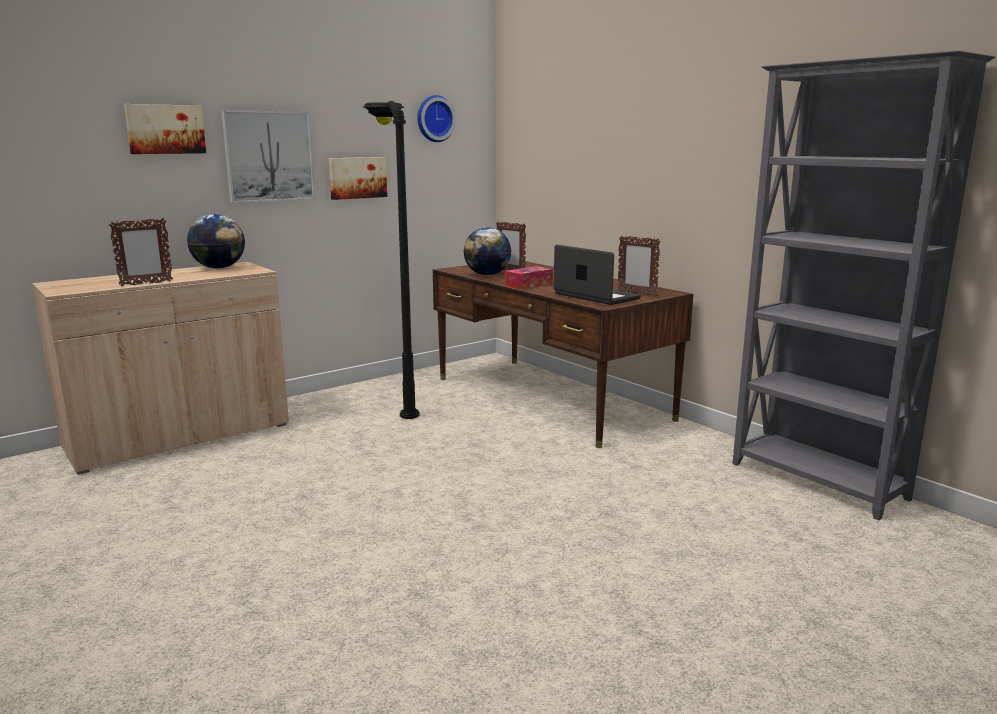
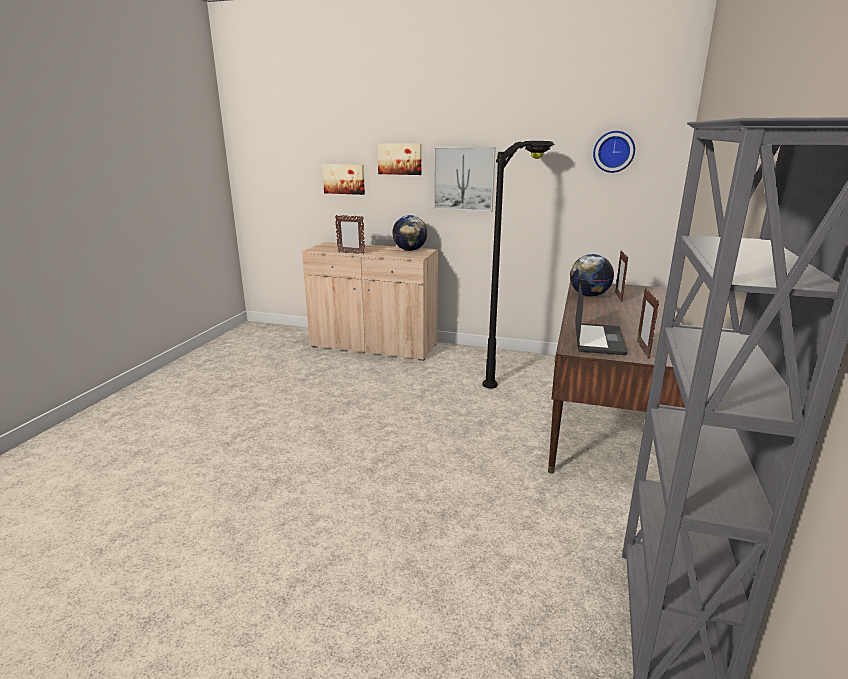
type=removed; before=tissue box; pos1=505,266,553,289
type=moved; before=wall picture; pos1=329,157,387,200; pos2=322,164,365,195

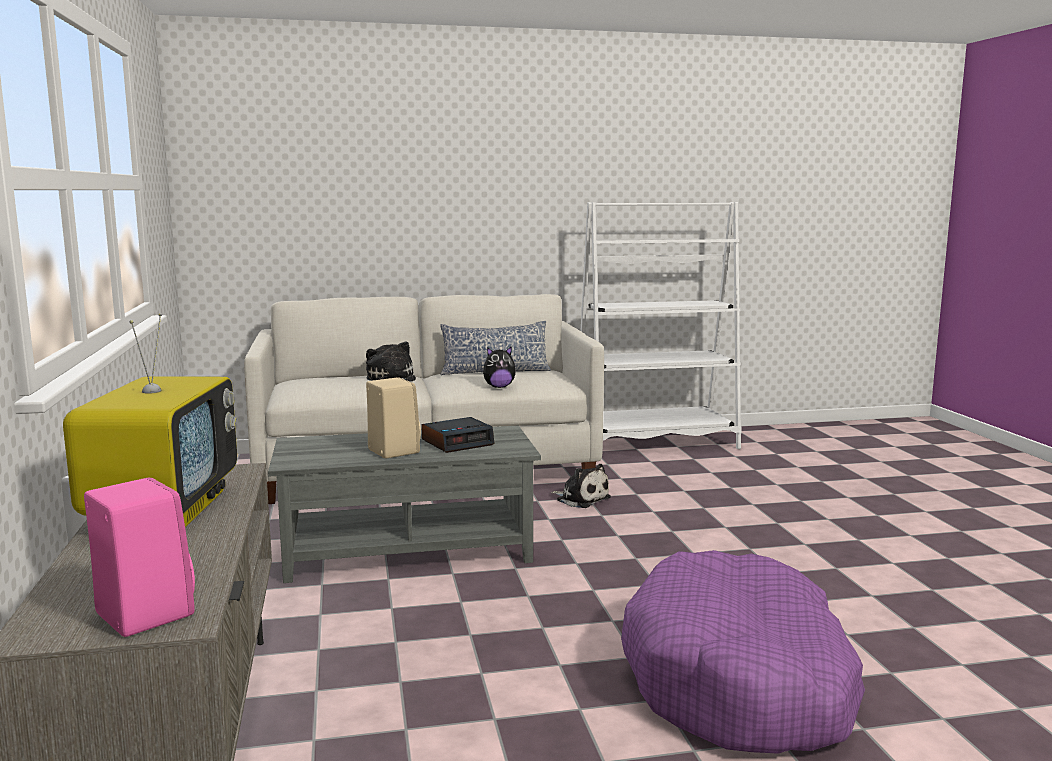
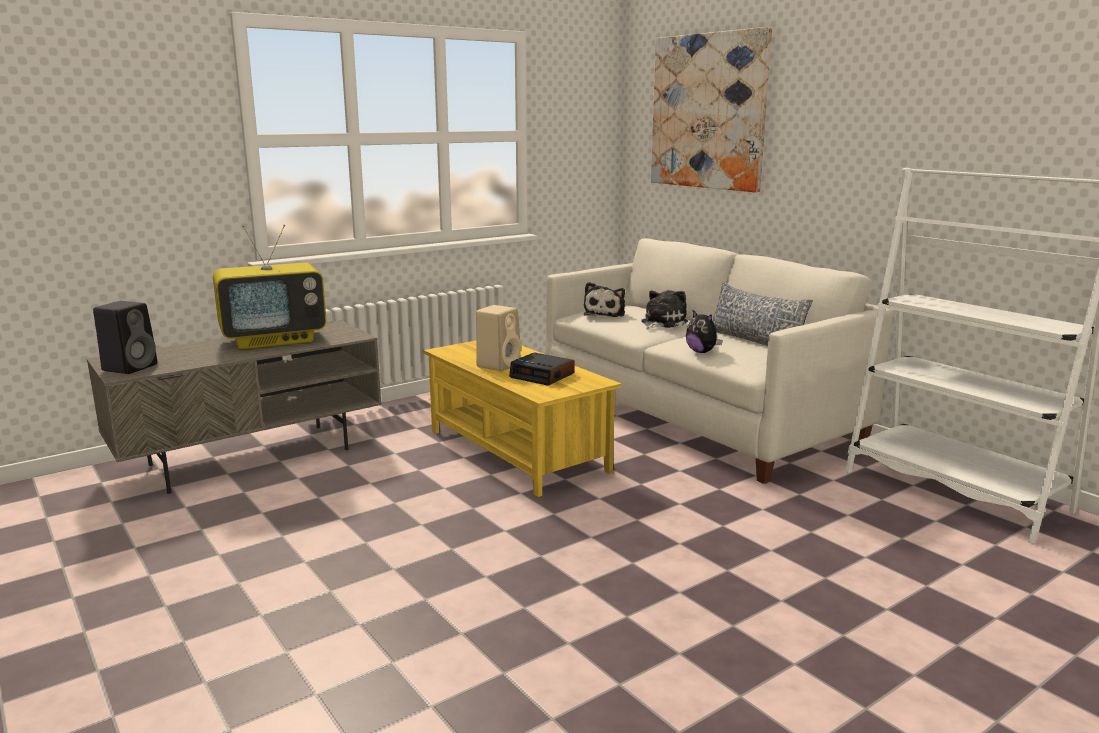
type=removed; before=dog bed (purplish); pos1=621,550,865,754
type=added; after=wall picture; pos2=651,27,772,192
type=moved; before=cuddly toy; pos1=551,464,611,508; pos2=584,282,625,317
type=recoloured; before=loudspeaker (pinkish); after=loudspeaker (black); pos1=84,478,195,637; pos2=93,301,157,374
type=recoloured; before=lounge table (gray); after=lounge table (yellowish); pos1=268,426,541,583; pos2=424,341,621,497

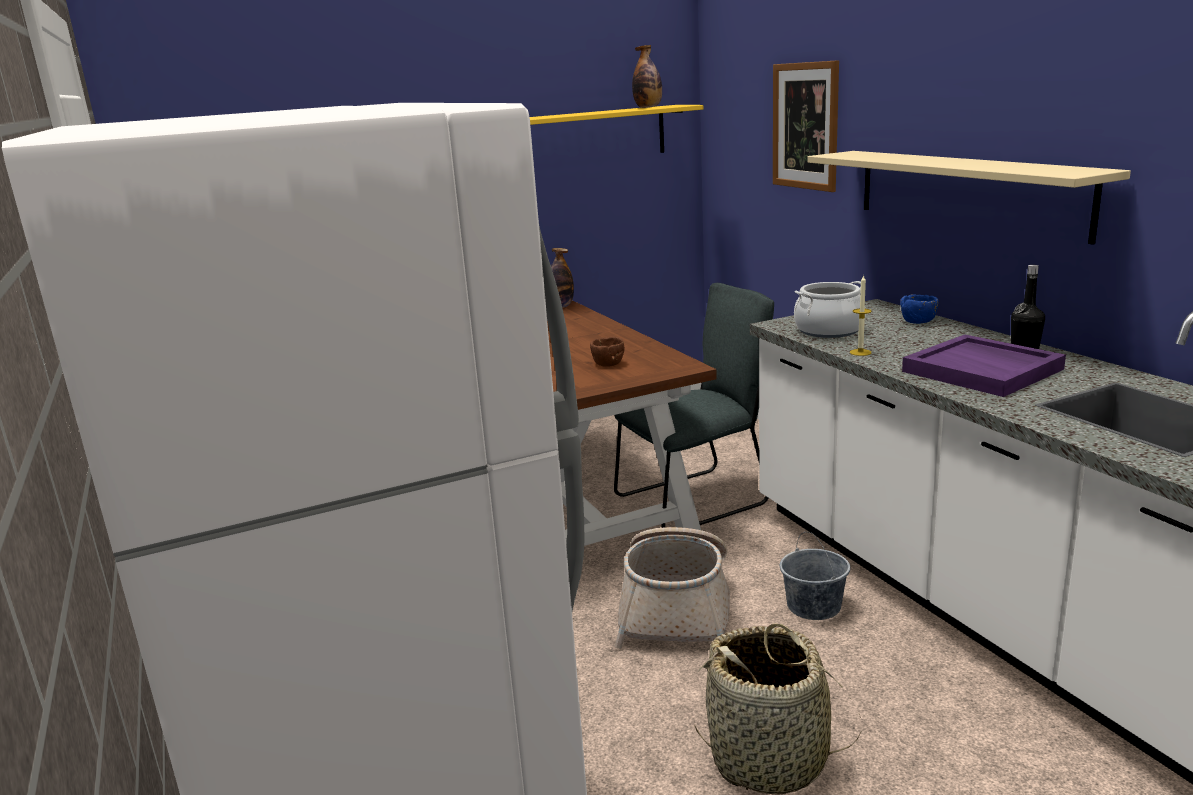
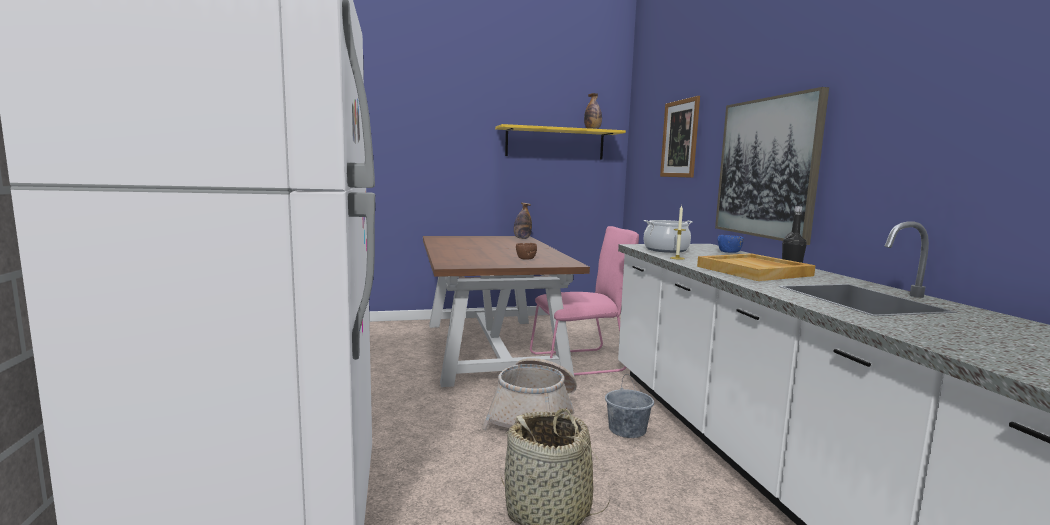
type=replaced; before=wall shelf (beige); after=wall picture; pos1=807,151,1131,245; pos2=715,87,829,245
type=recoloured; before=chair (gray); after=chair (pinkish); pos1=614,283,774,528; pos2=530,226,639,376
type=recoloured; before=carrying tray (purplish); after=carrying tray (beige); pos1=902,335,1066,397; pos2=697,253,816,281

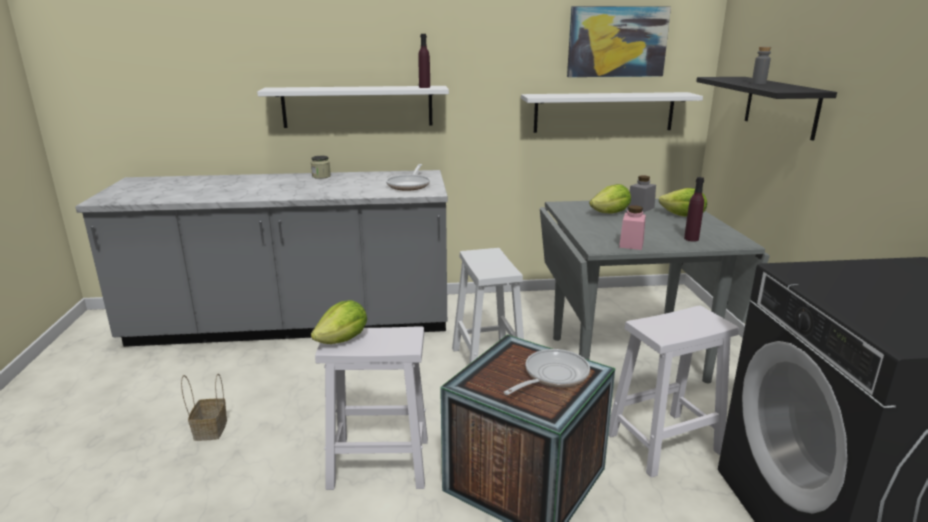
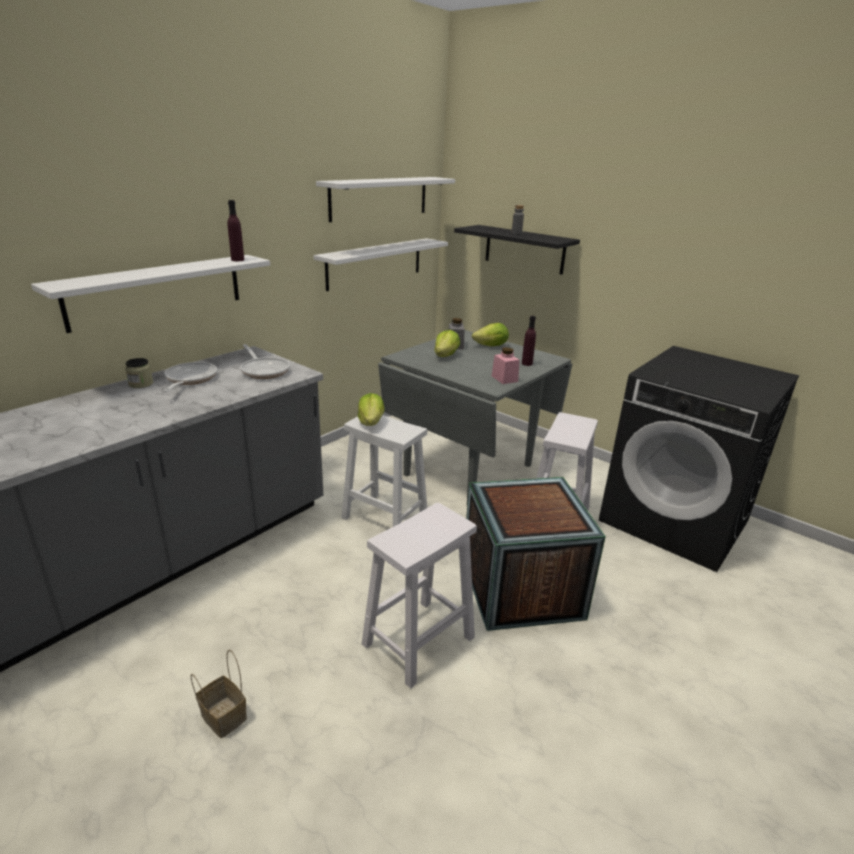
type=moved; before=lettuce head; pos1=311,300,367,344; pos2=358,393,385,426
type=moved; before=pan; pos1=504,349,590,395; pos2=163,362,217,392
type=replaced; before=wall picture; after=wall shelf (white-coloured); pos1=567,6,671,77; pos2=316,177,455,222

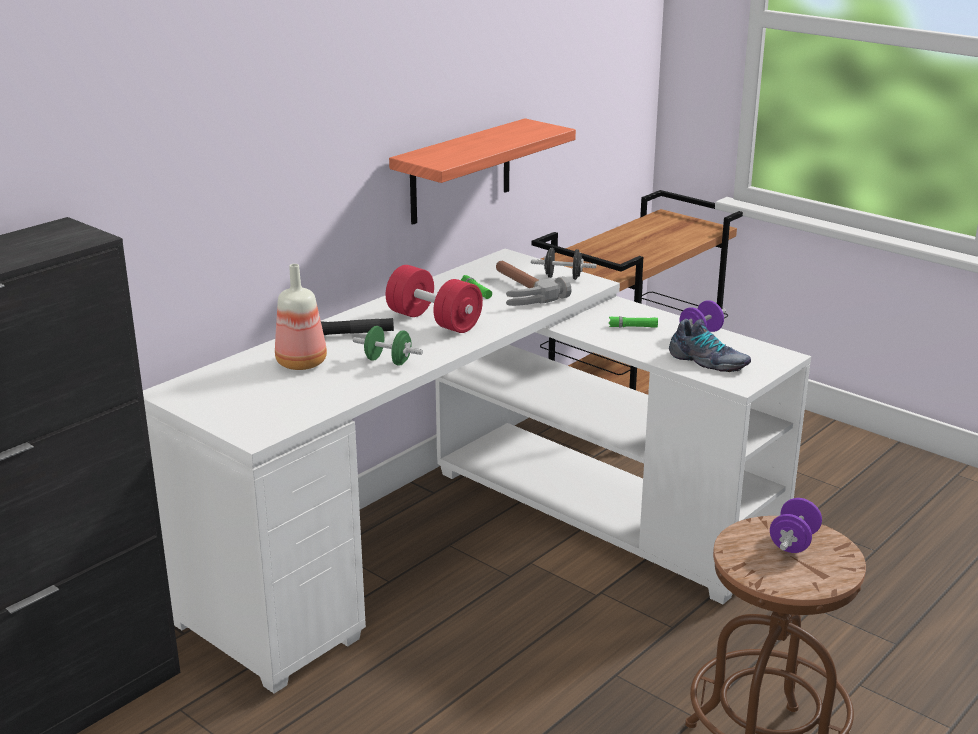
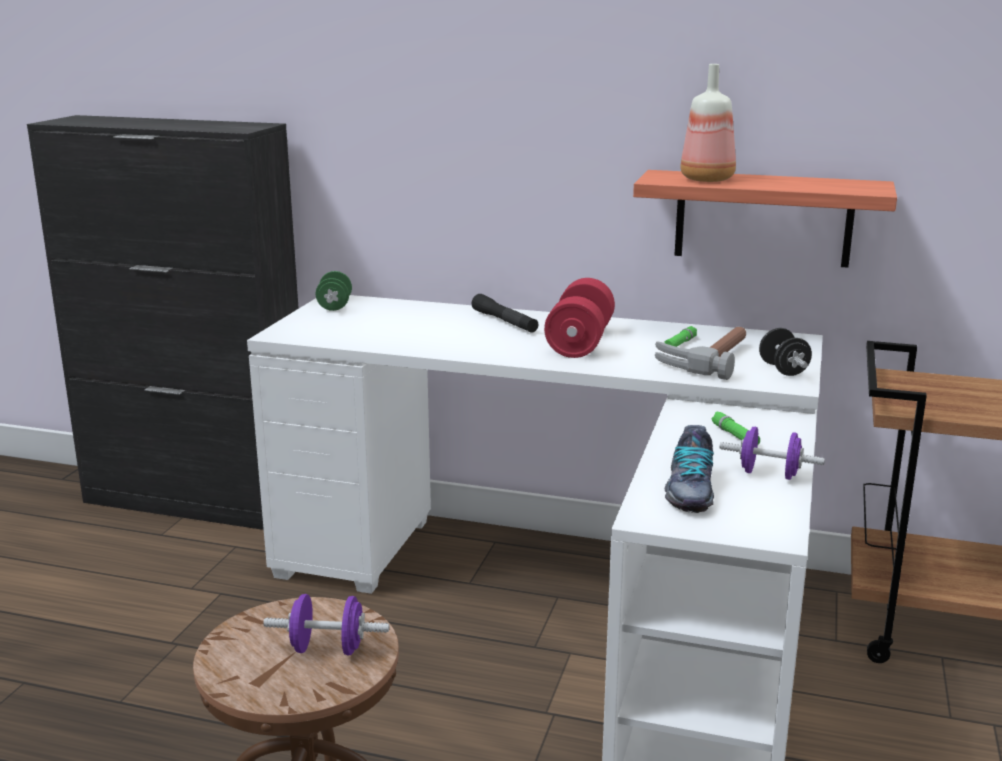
type=moved; before=bottle; pos1=275,264,327,370; pos2=680,64,736,182
type=moved; before=free weight (green-coloured); pos1=353,326,423,366; pos2=316,271,352,311

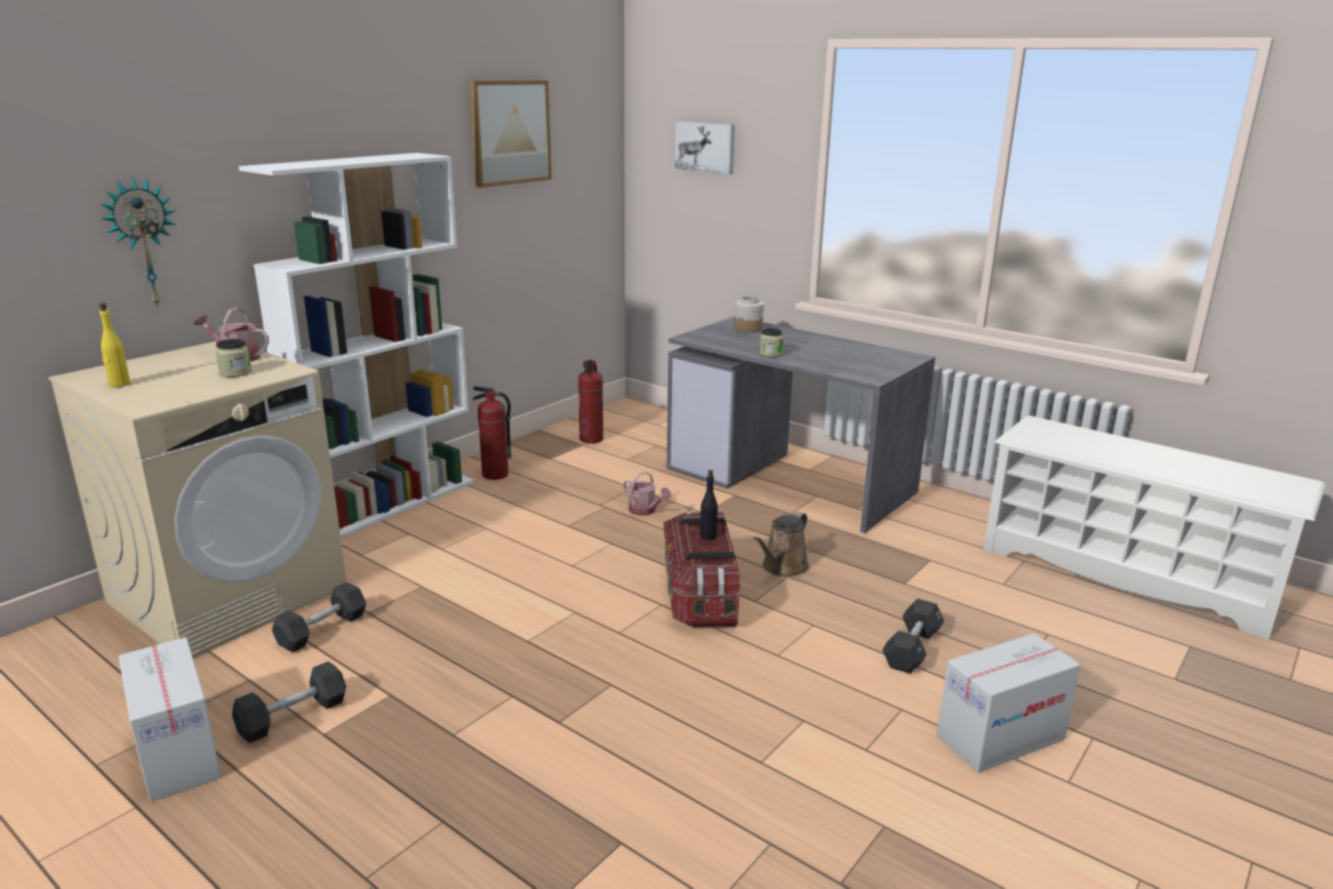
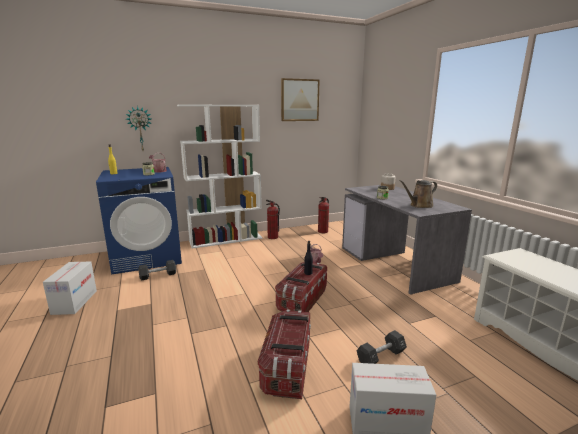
type=removed; before=free weight (black); pos1=232,661,346,743
type=removed; before=wall picture; pos1=675,121,735,174
type=added; after=storage bin; pos2=258,310,311,399
type=moved; before=sprinkling can (brown); pos1=753,512,809,577; pos2=399,180,437,208
type=recoloured; before=washing machine (beige); after=washing machine (blue); pos1=48,341,347,658; pos2=96,167,182,275

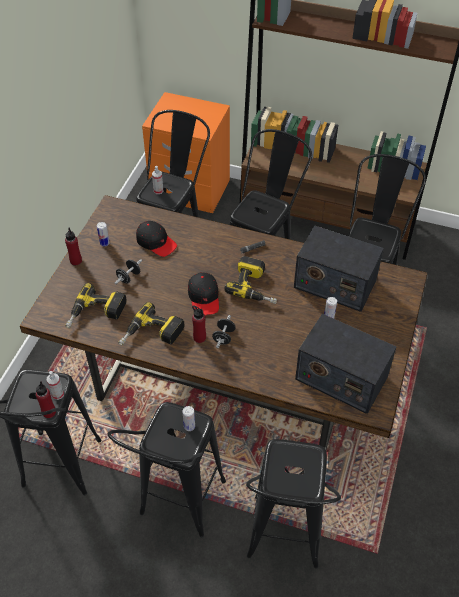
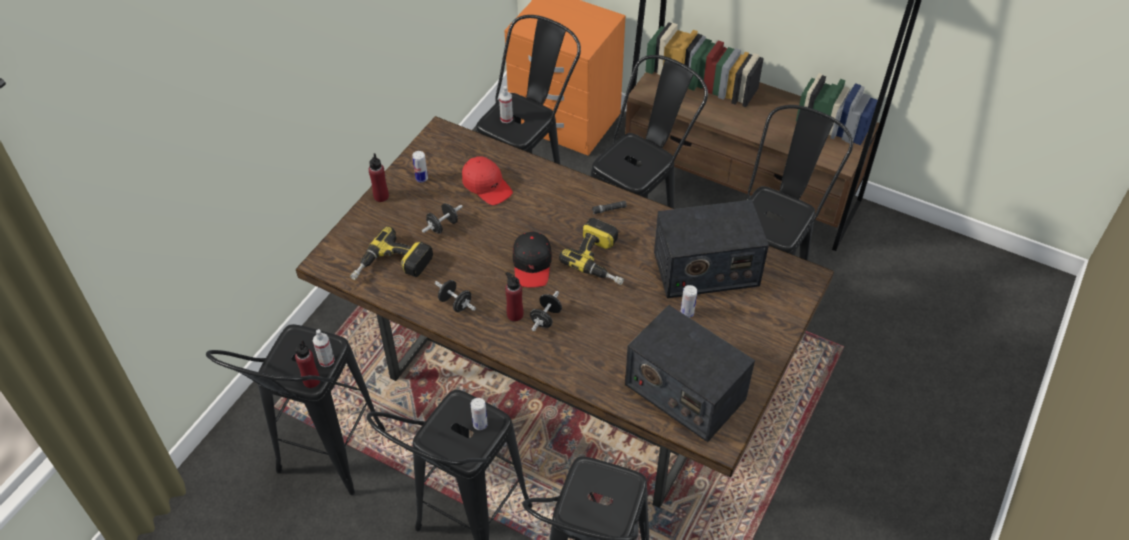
type=replaced; before=drill; after=free weight (black); pos1=118,302,185,346; pos2=435,280,476,312
type=recoloured; before=baseball cap (black); after=baseball cap (red-coloured); pos1=136,221,177,257; pos2=462,156,513,205
type=turned; before=radio set; pos1=294,225,384,312; pos2=654,200,769,298; turn=-45

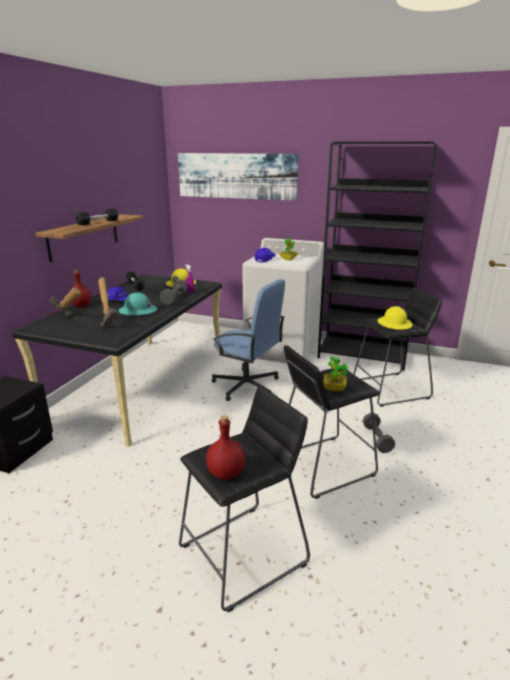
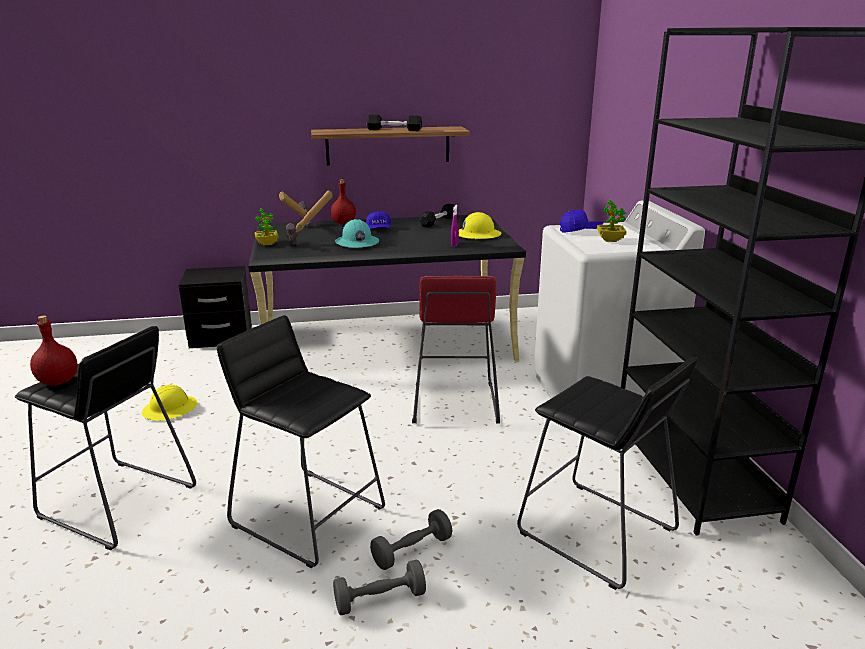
type=removed; before=wall picture; pos1=178,153,298,201
type=moved; before=free weight (gray); pos1=160,279,188,305; pos2=333,560,426,615
type=moved; before=houseplant; pos1=323,356,348,392; pos2=255,208,279,246
type=moved; before=hard hat (yellowish); pos1=377,306,413,330; pos2=141,385,197,421
type=replaced; before=computer chair (blue); after=sitting stool (red-coloured); pos1=212,279,285,401; pos2=412,276,500,423

